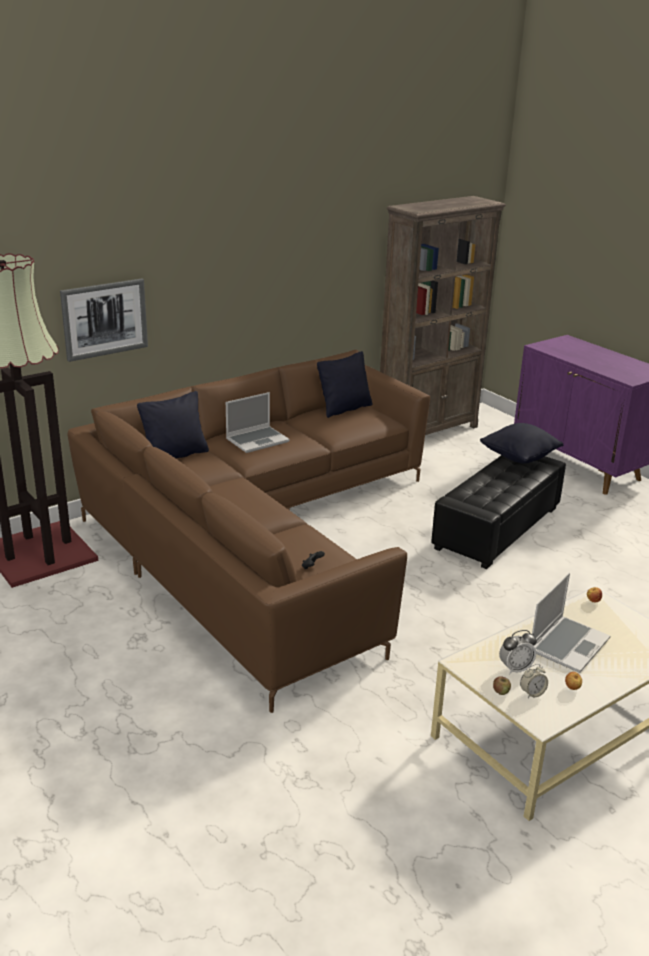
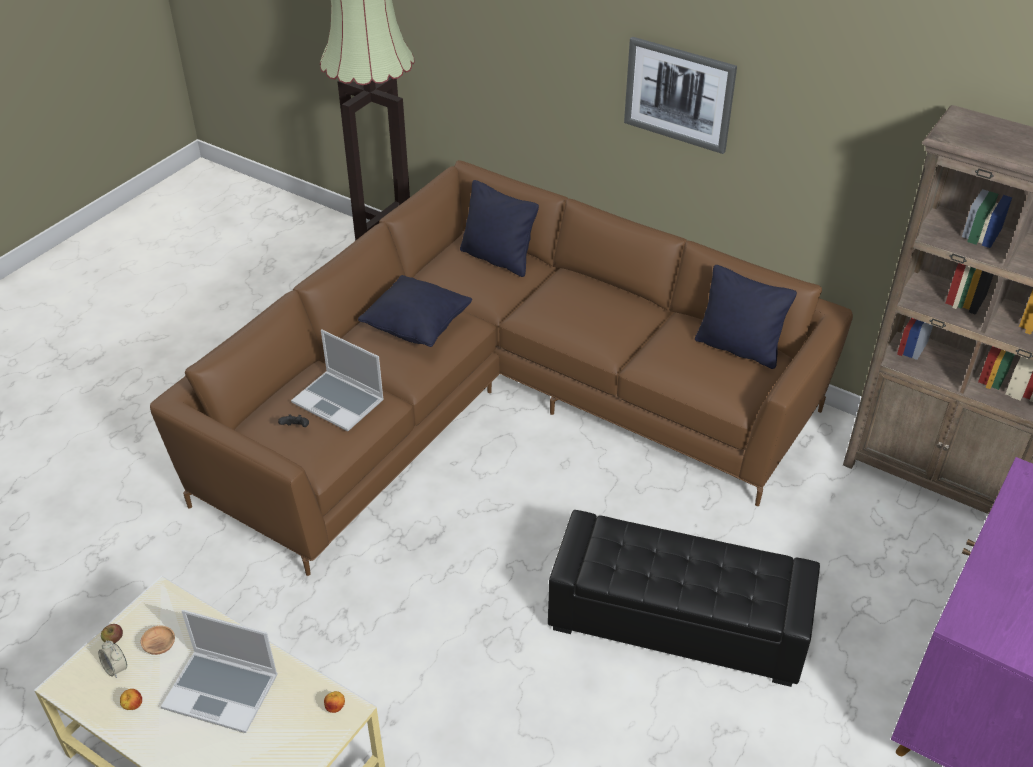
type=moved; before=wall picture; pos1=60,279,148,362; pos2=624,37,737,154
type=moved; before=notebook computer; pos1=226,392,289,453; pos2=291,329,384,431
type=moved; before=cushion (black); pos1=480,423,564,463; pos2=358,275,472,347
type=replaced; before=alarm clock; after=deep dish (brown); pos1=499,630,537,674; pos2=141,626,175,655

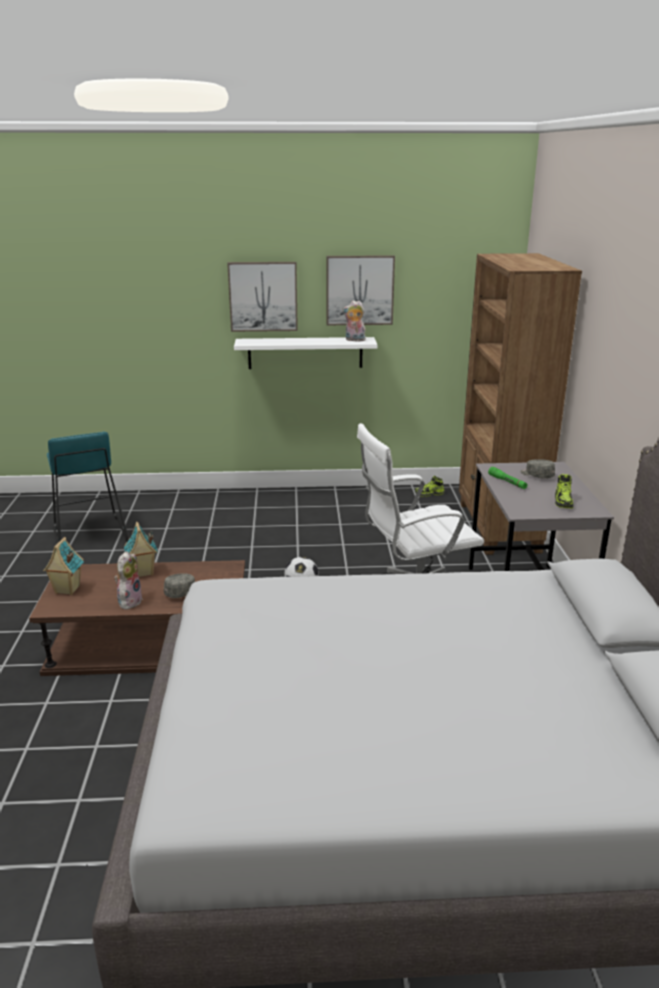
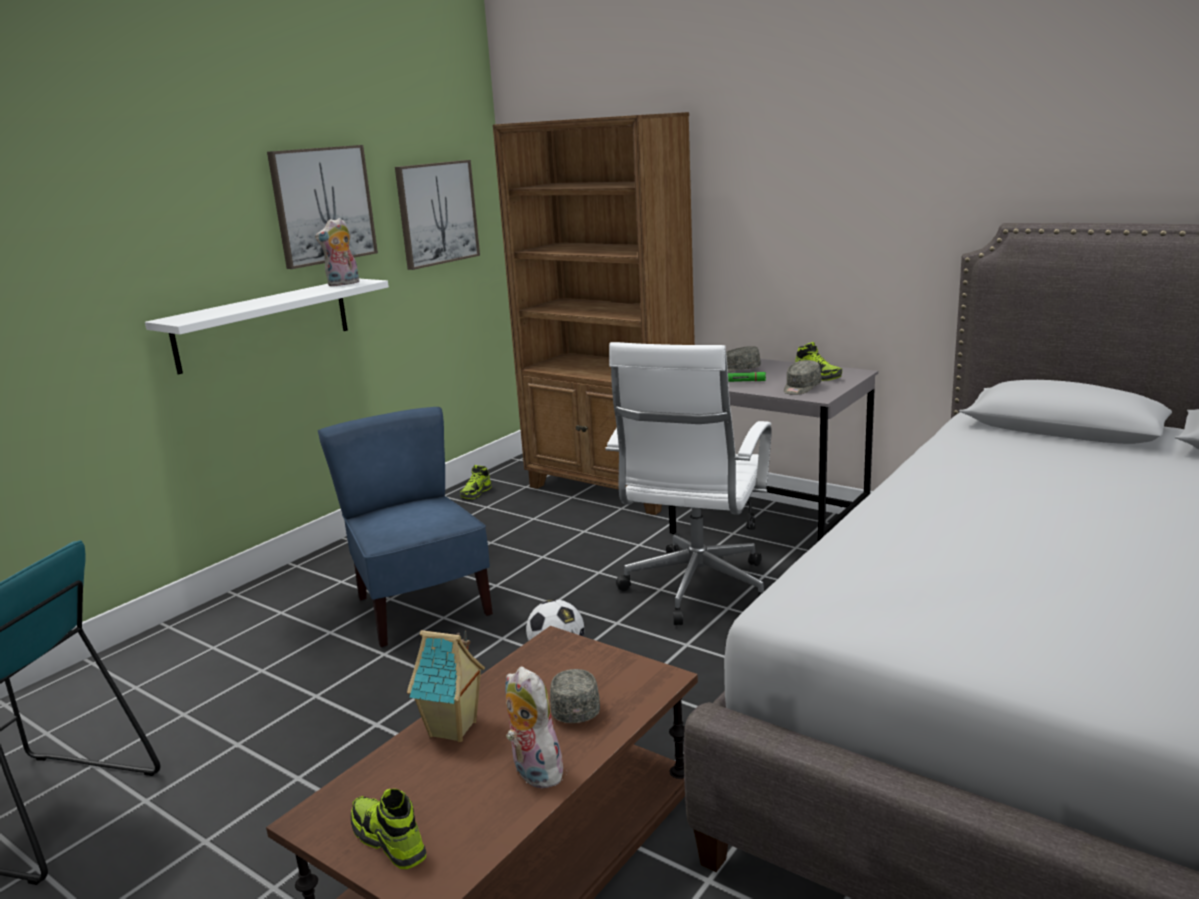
type=added; after=chair (blue); pos2=318,407,493,648
type=added; after=baseball cap (gray); pos2=784,360,821,395
type=moved; before=wall picture; pos1=227,262,298,332; pos2=395,160,480,270
type=replaced; before=miniature house; after=low shoe; pos1=43,537,84,595; pos2=351,789,427,869

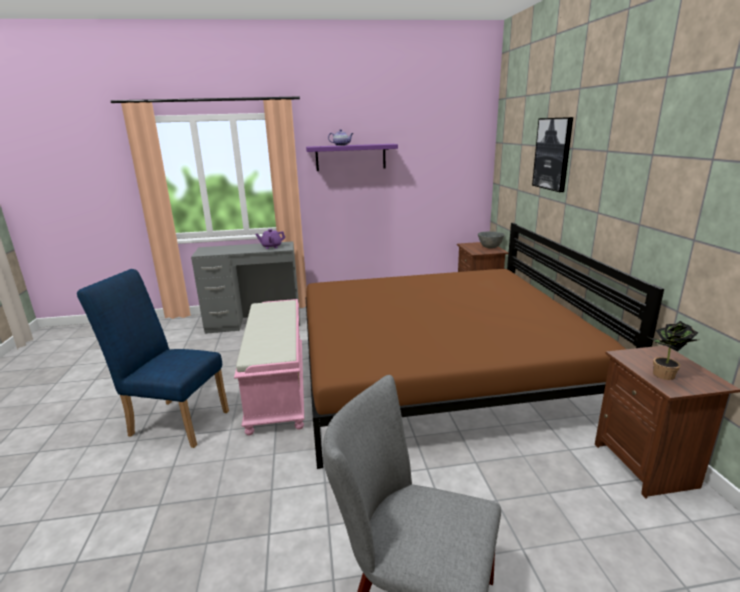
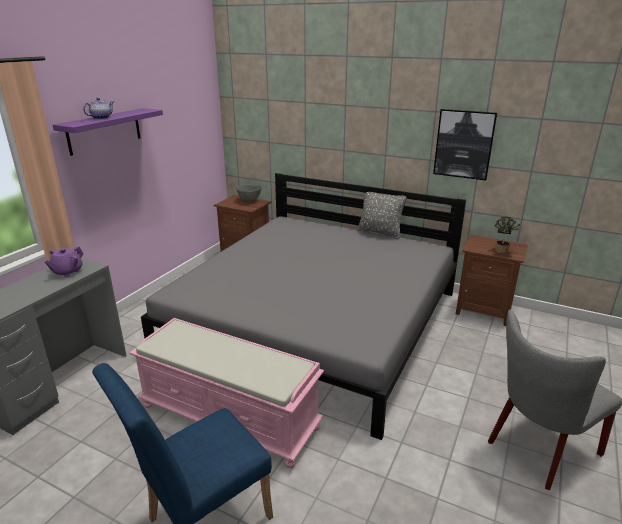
type=added; after=cushion (gray); pos2=357,192,407,239
type=moved; before=wall picture; pos1=532,117,573,192; pos2=433,109,497,180
type=recoloured; before=bed (brown); after=bed (gray); pos1=305,223,664,469; pos2=141,173,466,440

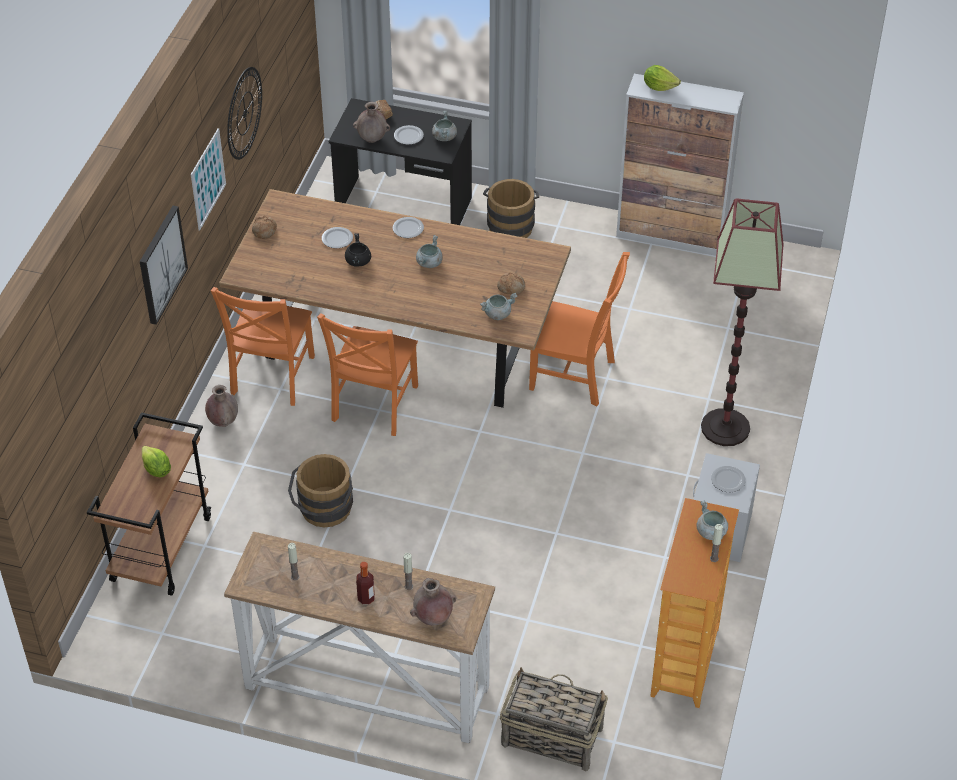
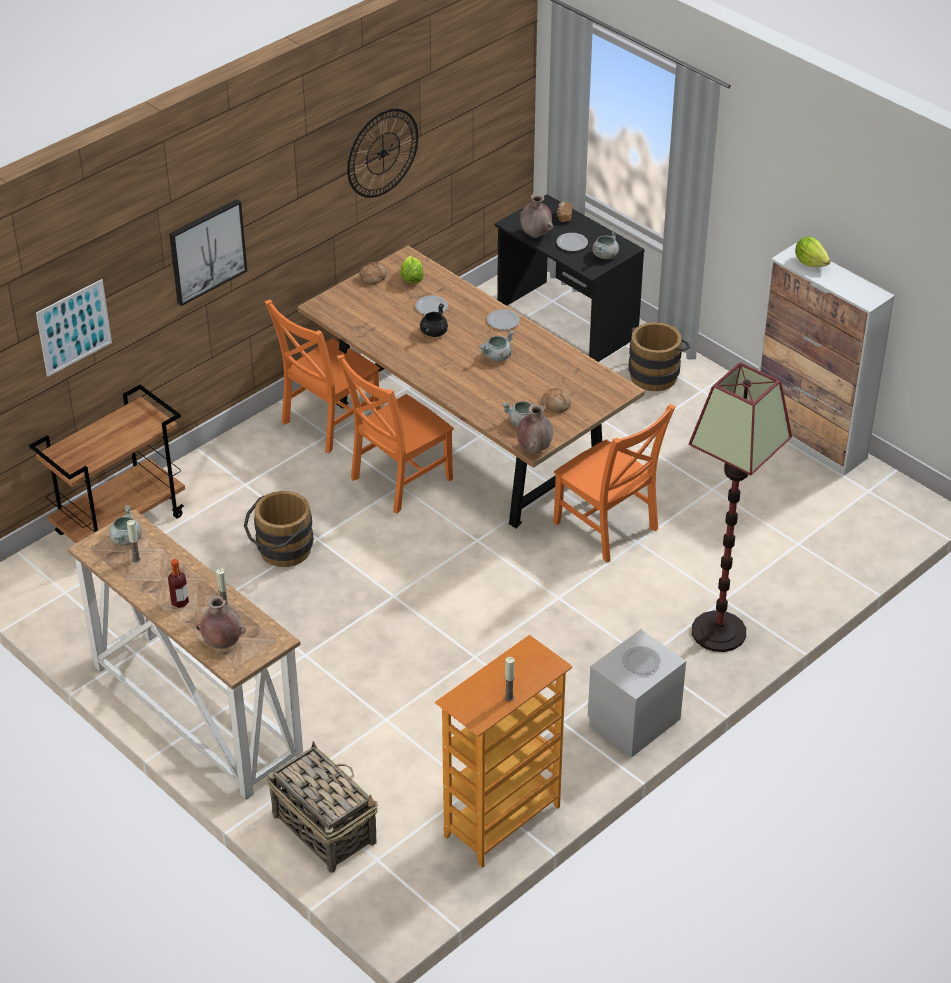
type=moved; before=lettuce head; pos1=142,446,171,477; pos2=400,255,424,284
type=moved; before=wall picture; pos1=191,128,226,231; pos2=36,279,112,377
type=moved; before=vase (brown); pos1=205,385,238,427; pos2=517,404,553,454
type=moved; before=stockpot (gray); pos1=696,501,728,540; pos2=109,505,142,545

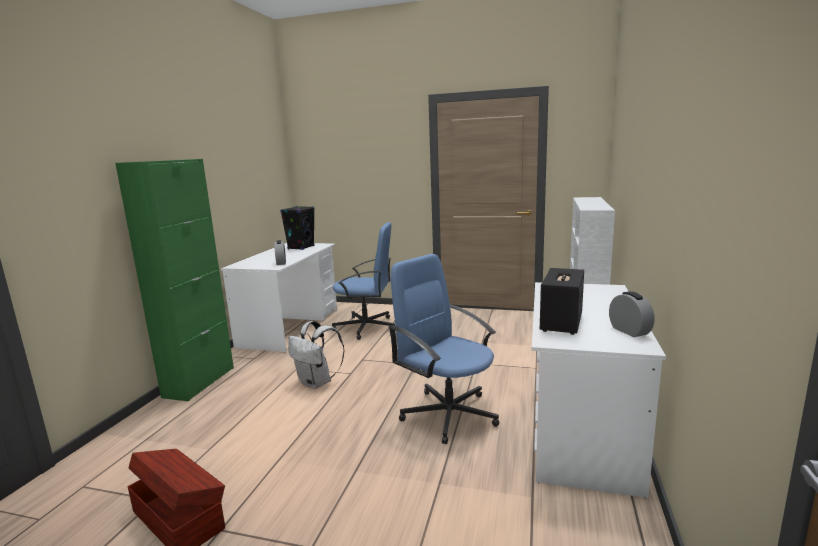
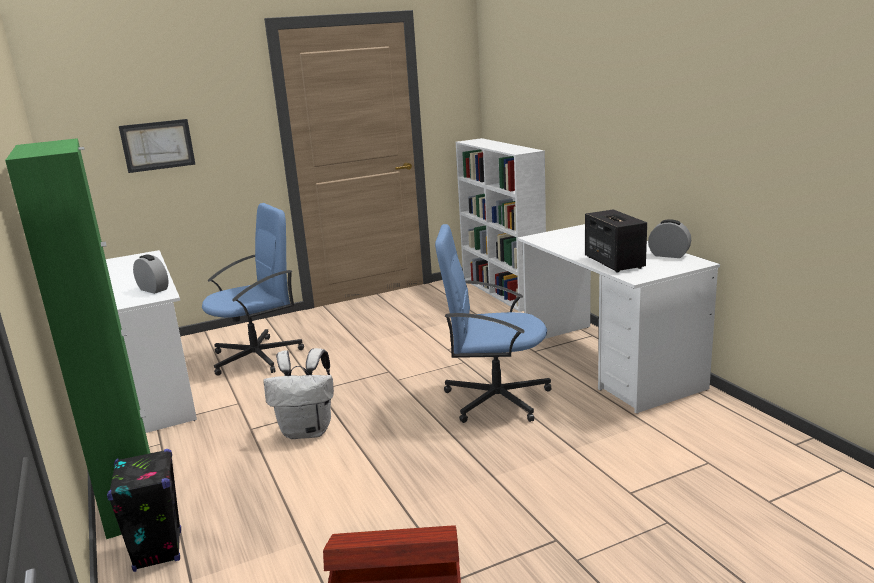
type=added; after=wall picture; pos2=119,119,196,173
type=moved; before=loudspeaker (black); pos1=280,206,315,250; pos2=107,449,181,572

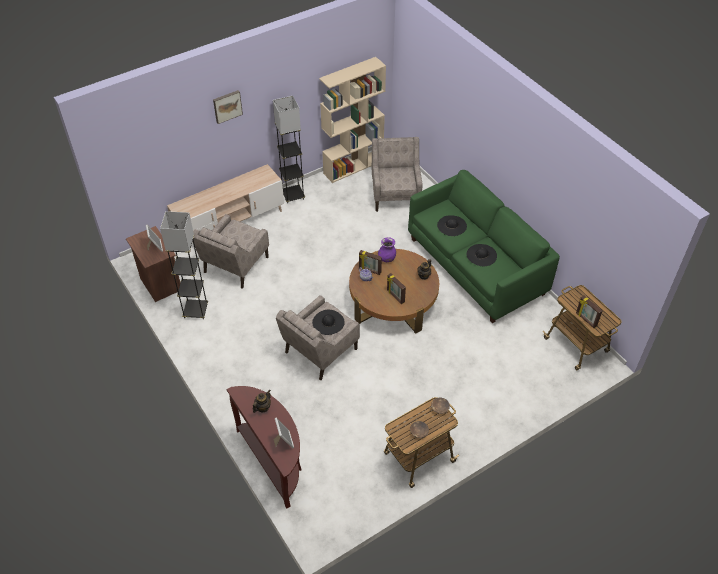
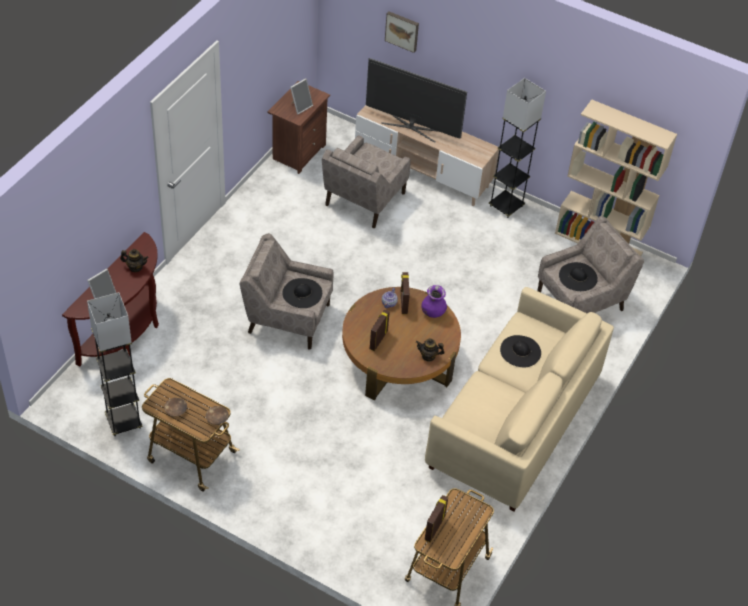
type=added; after=TV; pos2=366,58,467,143
type=moved; before=standing lamp (gray); pos1=160,211,208,319; pos2=87,292,143,436
type=moved; before=wall picture; pos1=213,90,243,124; pos2=385,11,419,53
type=moved; before=wearable hat (black); pos1=467,244,497,266; pos2=559,262,598,291
type=recoloured; before=settee (green-coloured); after=settee (beige); pos1=408,170,560,323; pos2=425,287,614,512
type=turned; before=easy chair (beige); pos1=193,214,269,289; pos2=322,135,411,228; turn=-60

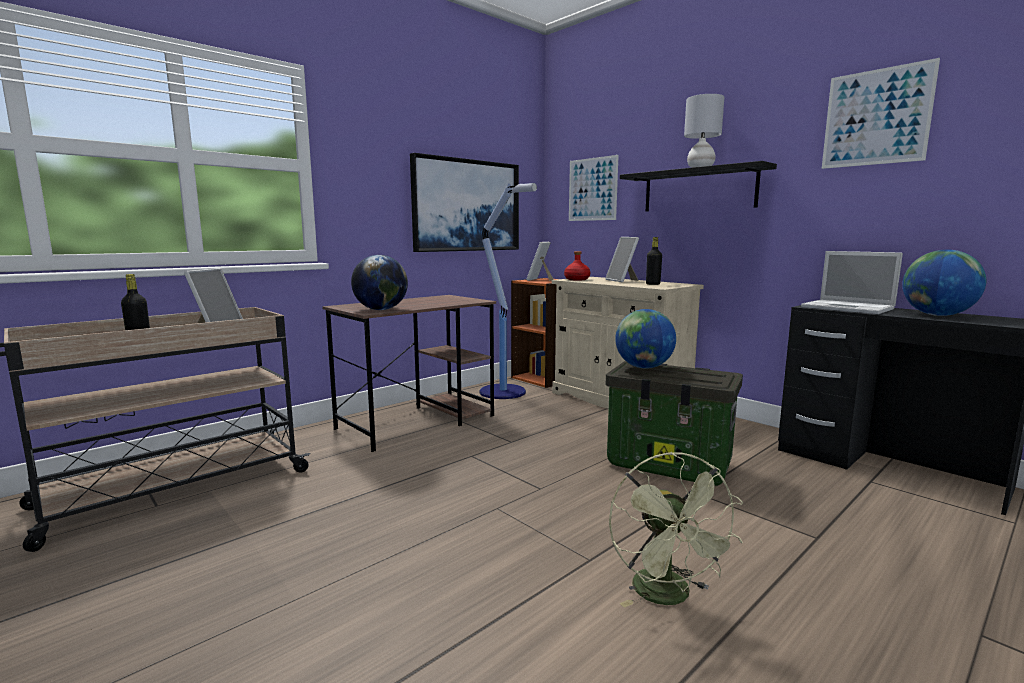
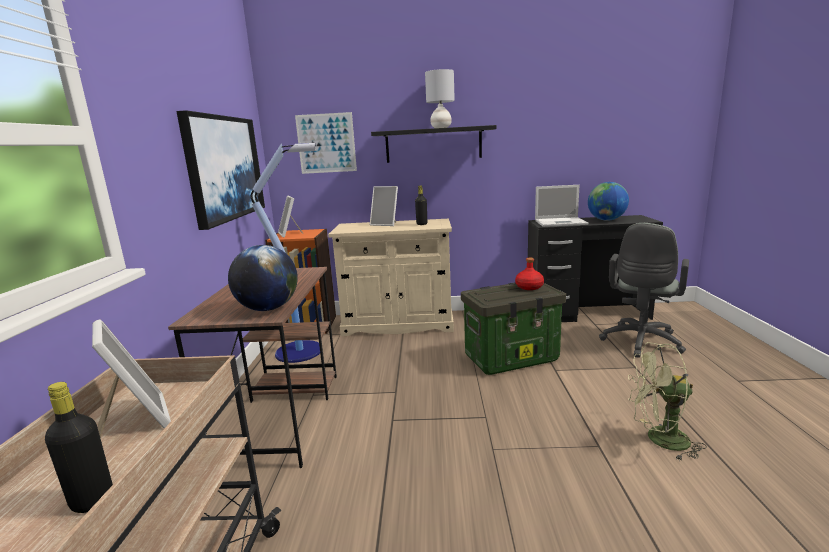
type=removed; before=globe; pos1=615,309,676,368
type=removed; before=wall picture; pos1=822,58,940,169
type=added; after=computer chair (gray); pos2=599,223,689,358
type=moved; before=bottle (red-coloured); pos1=564,251,590,280; pos2=515,258,544,290
type=turned; before=fan (green-coloured); pos1=609,452,743,608; pos2=628,342,707,461; turn=150

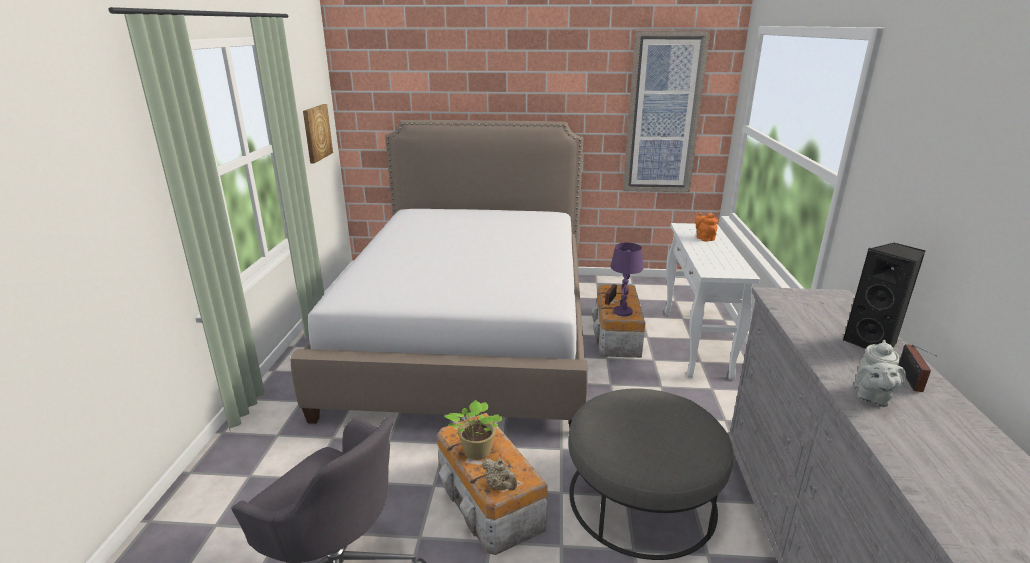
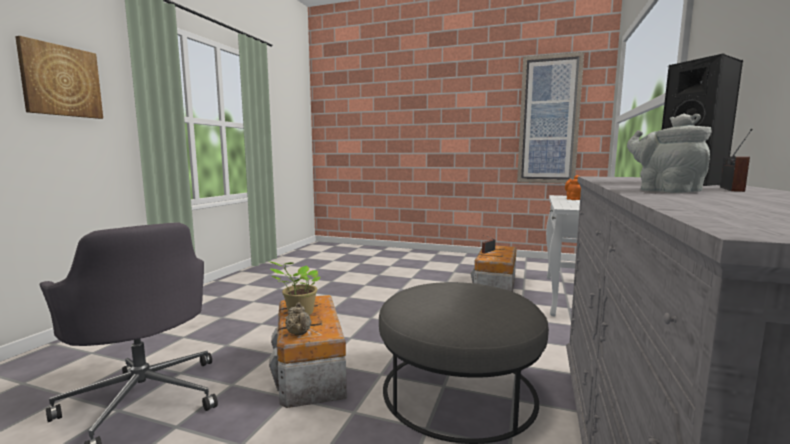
type=removed; before=bed; pos1=290,120,588,429
type=removed; before=lamp for a table (purplish); pos1=610,242,643,316
type=moved; before=wall picture; pos1=303,104,333,163; pos2=15,36,103,119
type=turned; before=tea pot (gray); pos1=854,340,906,407; pos2=627,113,711,193; turn=120

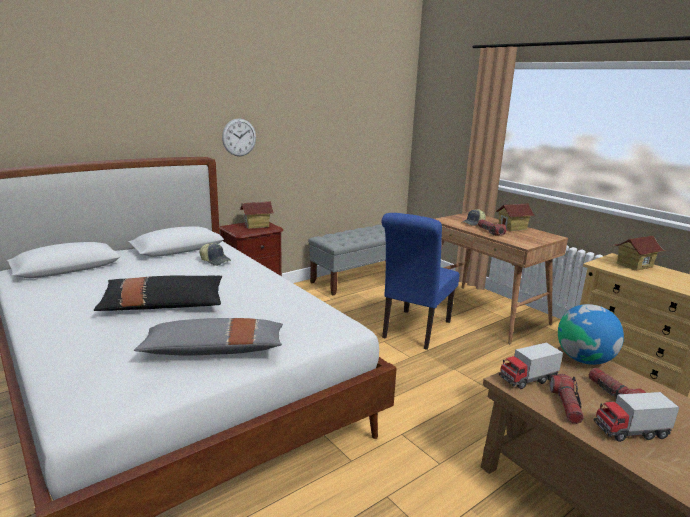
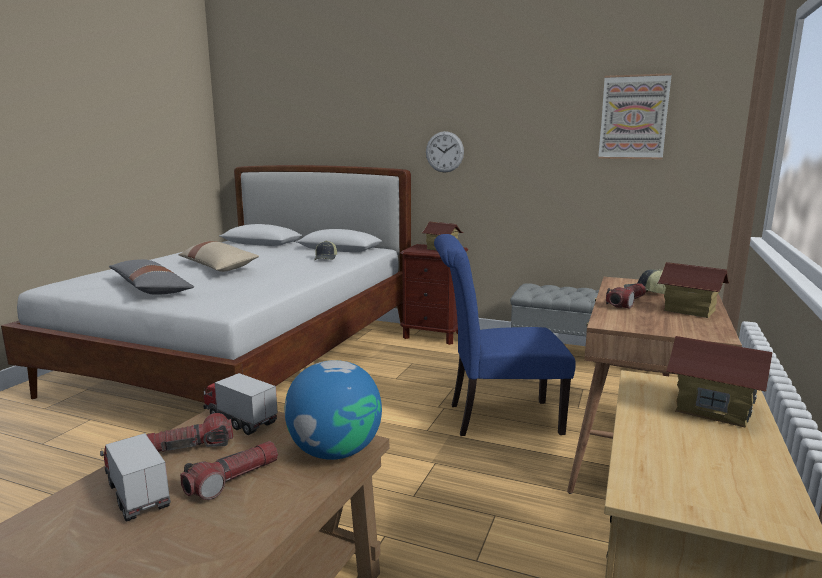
type=added; after=wall picture; pos2=598,73,672,159
type=recoloured; before=cushion (black); after=cushion (beige); pos1=94,275,222,311; pos2=179,241,259,272

